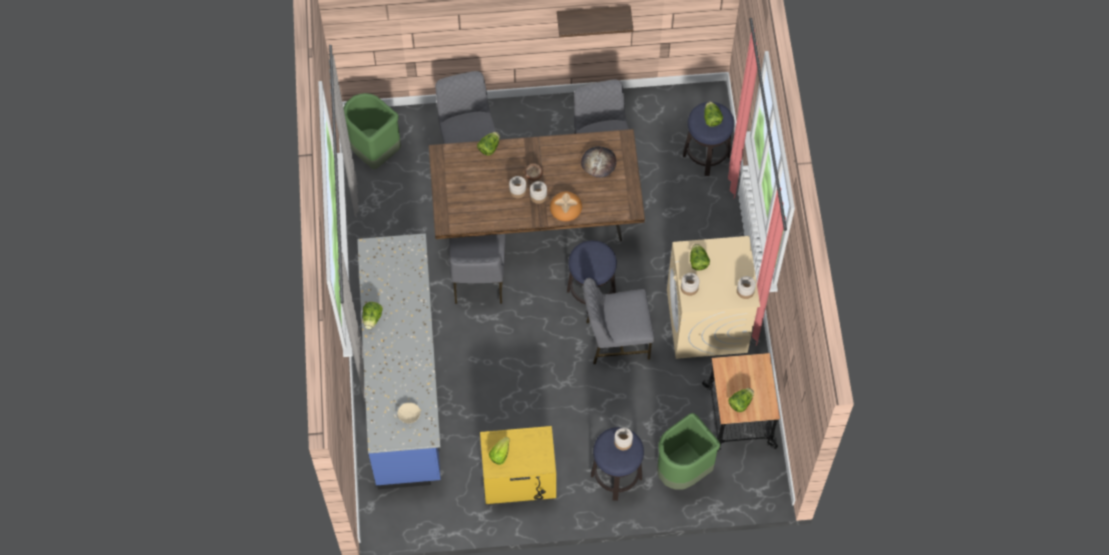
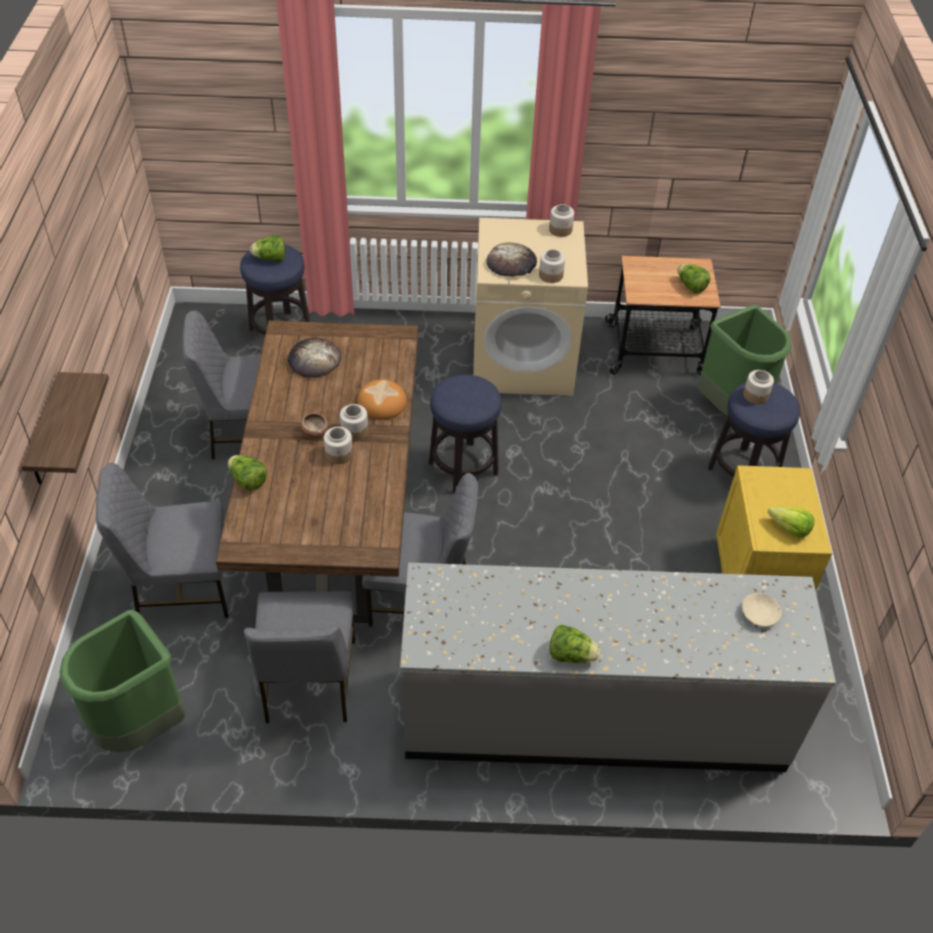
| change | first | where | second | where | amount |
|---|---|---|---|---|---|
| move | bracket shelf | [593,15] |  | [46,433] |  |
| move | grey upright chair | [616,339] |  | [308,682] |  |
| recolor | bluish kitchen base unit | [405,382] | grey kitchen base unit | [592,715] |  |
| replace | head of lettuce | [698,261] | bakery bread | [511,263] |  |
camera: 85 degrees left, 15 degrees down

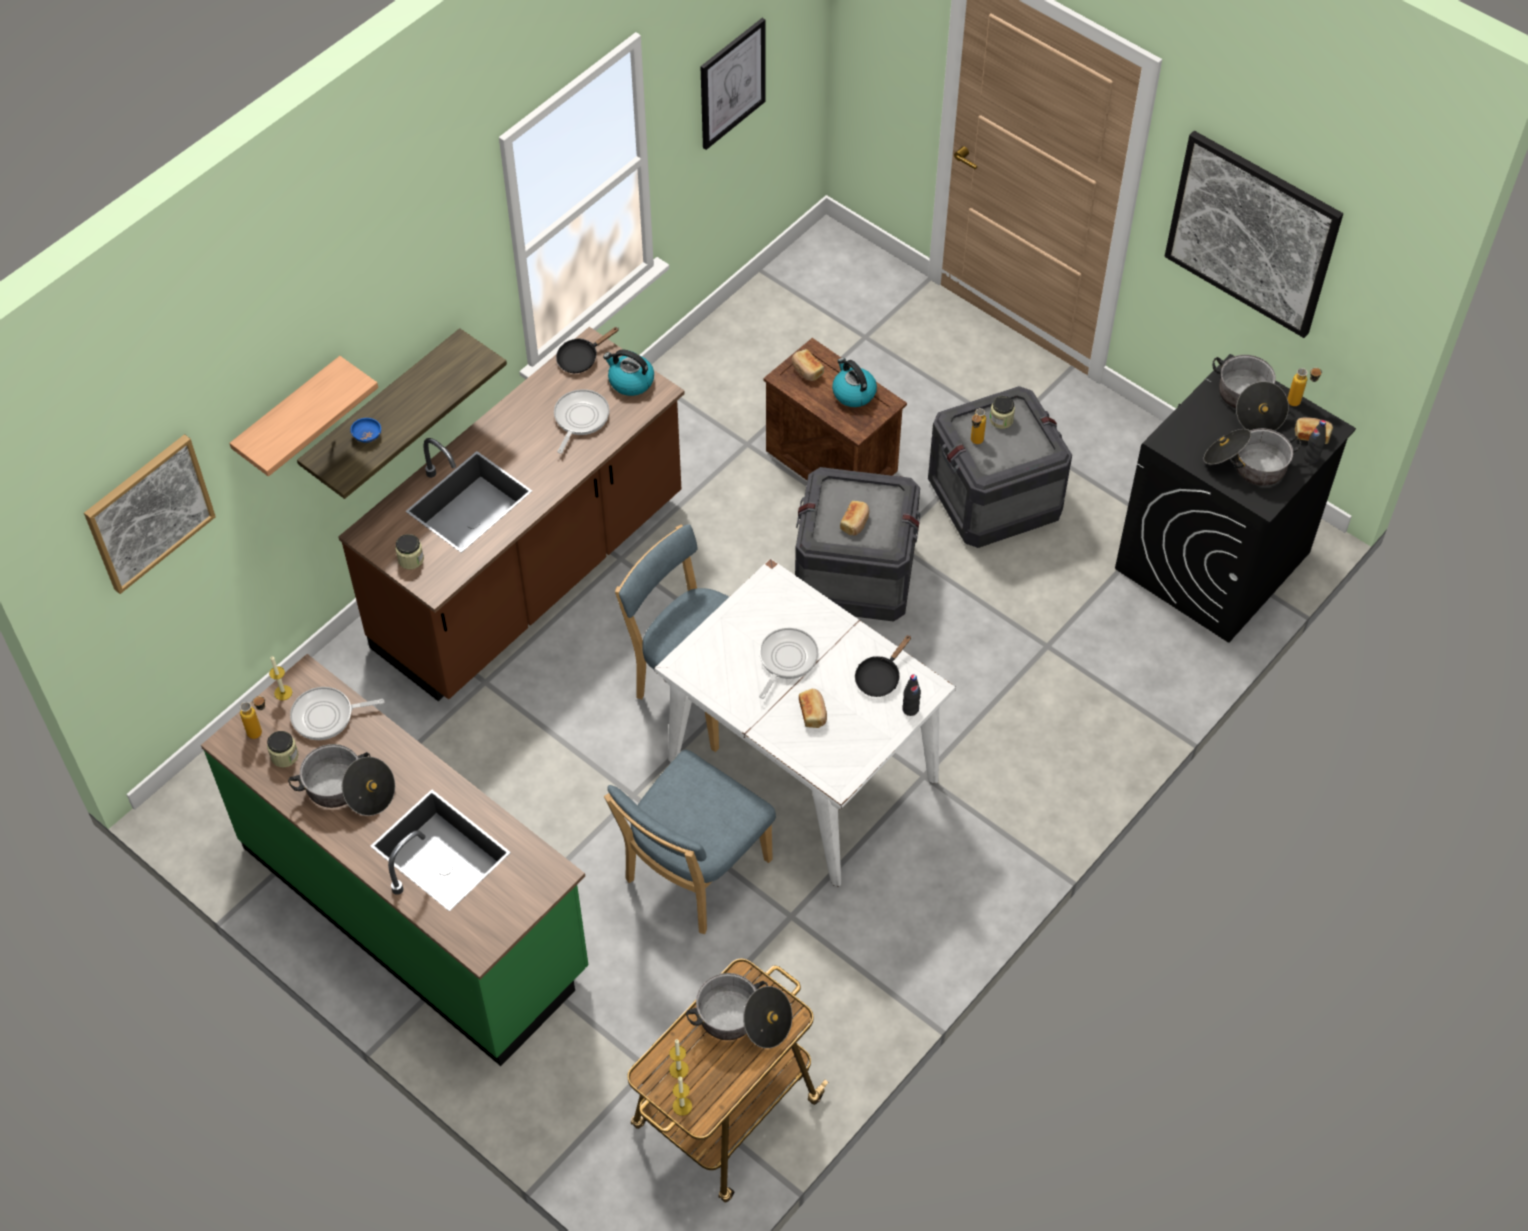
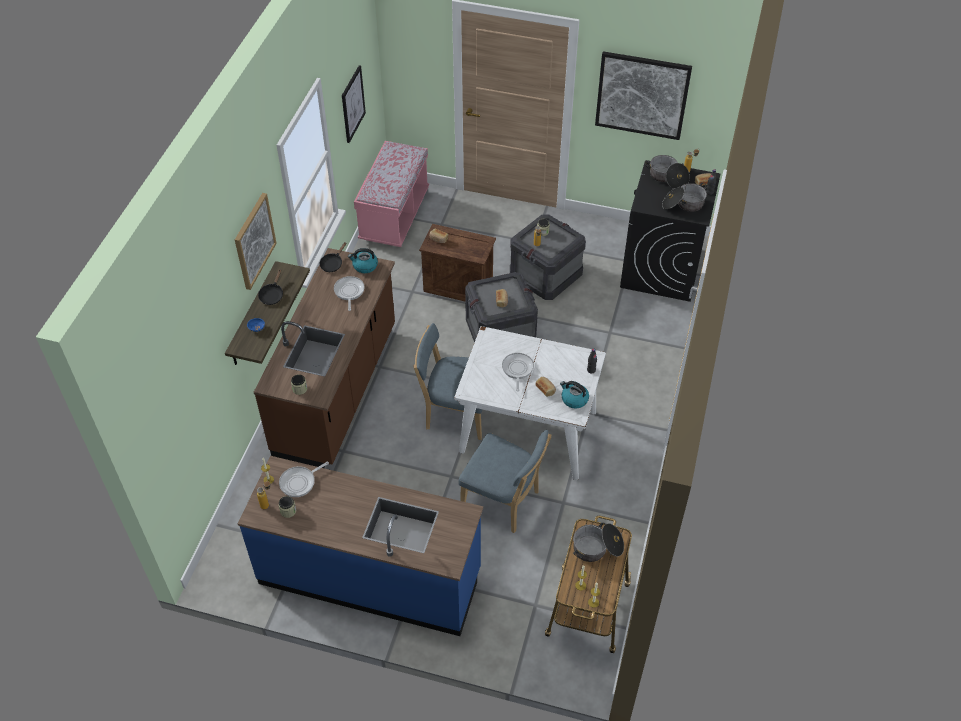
| change | first | where | second | where | amount |
|---|---|---|---|---|---|
| move | picture | [149,512] |  | [254,241] |  |
| recolor | green kitchen base unit | [416,908] | bluish kitchen base unit | [370,576] |  |
| move | black pan | [880,677] |  | [272,295] |  |
| insert |  |  | pink long seat | [394,216] |  |
| rotate | bluish upright chair | [692,874] |  | [503,502] | 75 degrees counterclockwise |
| move | kettle | [853,393] |  | [574,399] |  |
| delete | bracket shelf | [290,417] |  |  |  |
| delete | cooking pot | [347,790] |  |  |  |
camera: 25 degrees left, 5 degrees down

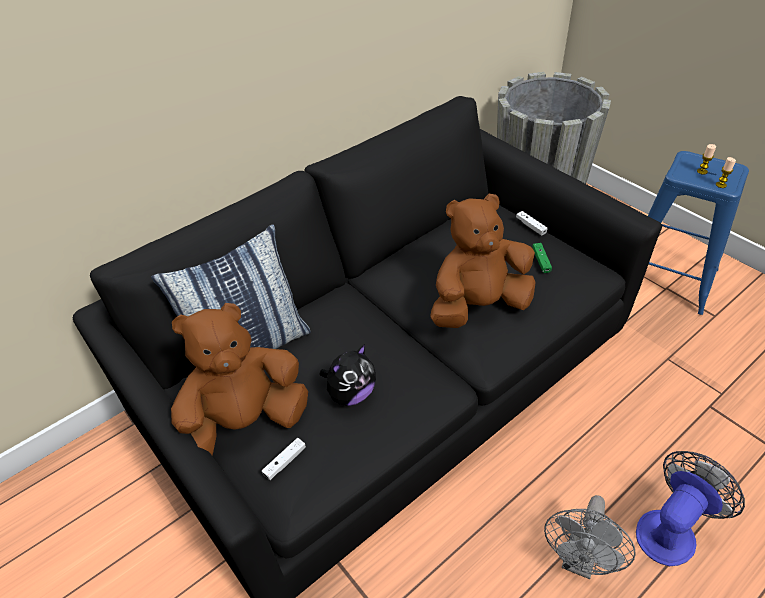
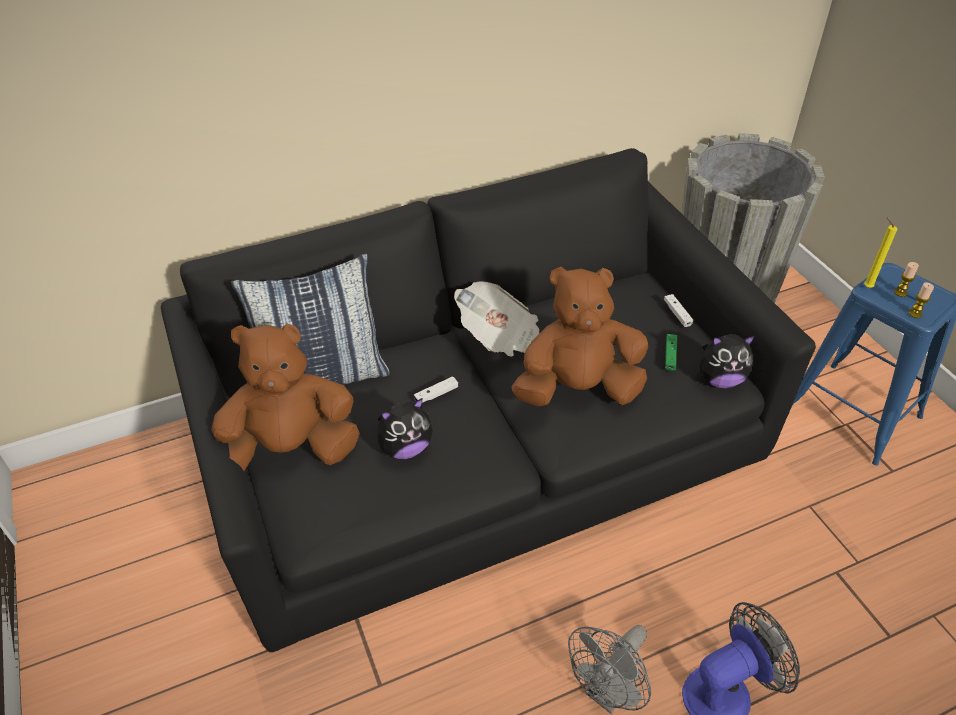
| change | first | where | second | where | amount |
|---|---|---|---|---|---|
| move | white-coloured game controller | [285,462] |  | [436,394] |  |
| insert |  |  | daily paper | [502,339] |  |
| insert |  |  | cuddly toy | [720,379] |  |
| insert |  |  | yellowish wax light | [866,286] |  |
camera: 15 degrees right, 0 degrees up

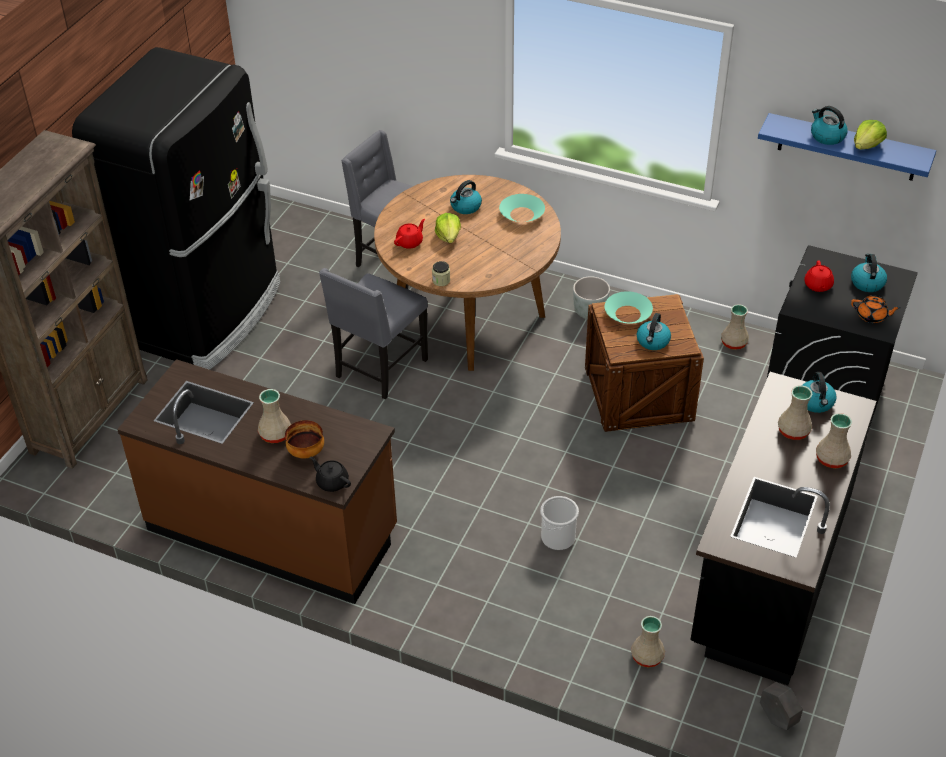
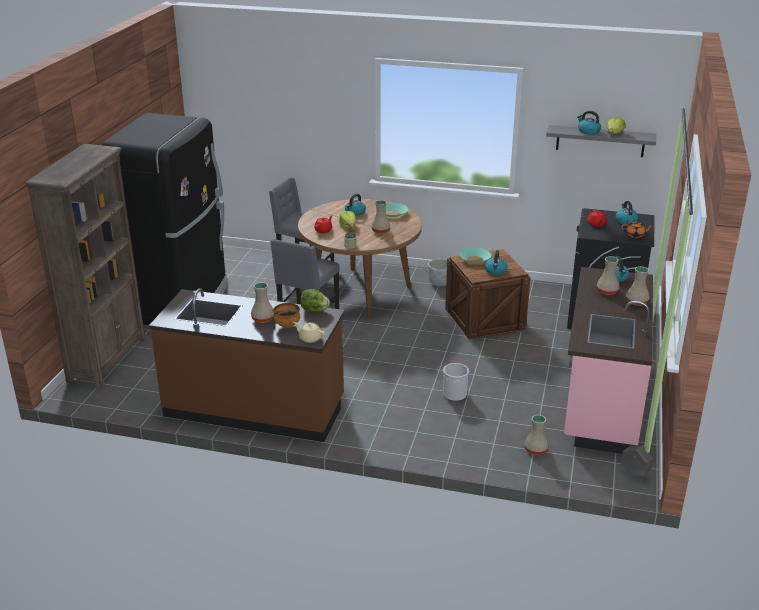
| change | first | where | second | where | amount |
|---|---|---|---|---|---|
| recolor | black tea pot | [332,482] | sand-coloured tea pot | [309,338] |  |
| insert |  |  | head of lettuce | [314,310] |  |
| move | sand-coloured decorative vase | [734,343] |  | [381,231] |  |
| recolor | bluish bracket shelf | [847,147] | grey bracket shelf | [600,141] |  |
| recolor | black kitchen base unit | [768,573] | pink kitchen base unit | [600,400] |  |
camera: 10 degrees left, 15 degrees down

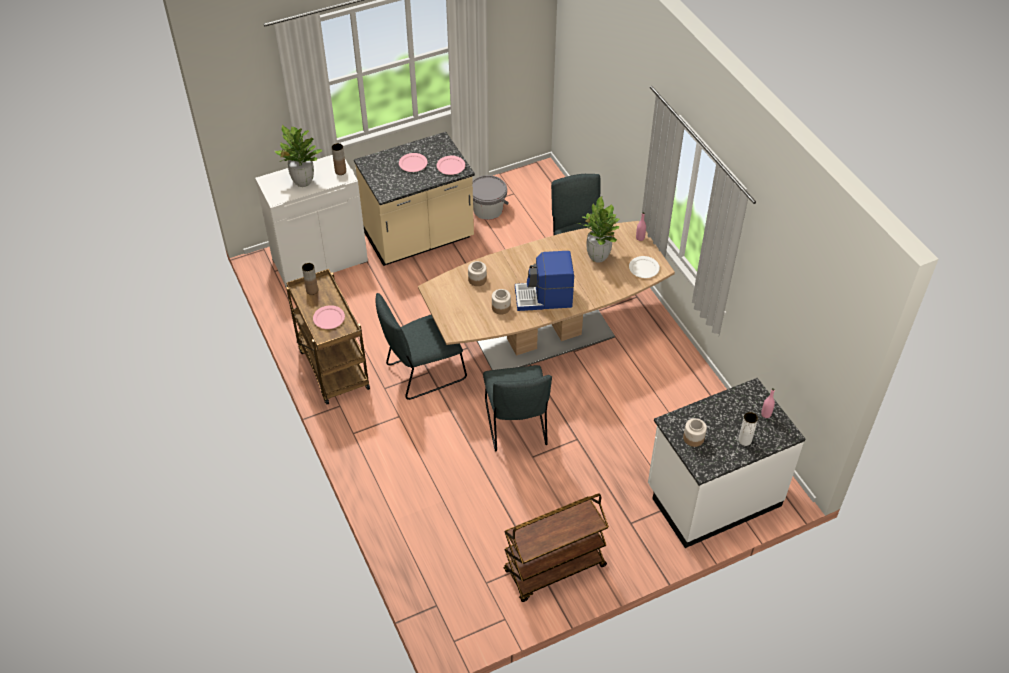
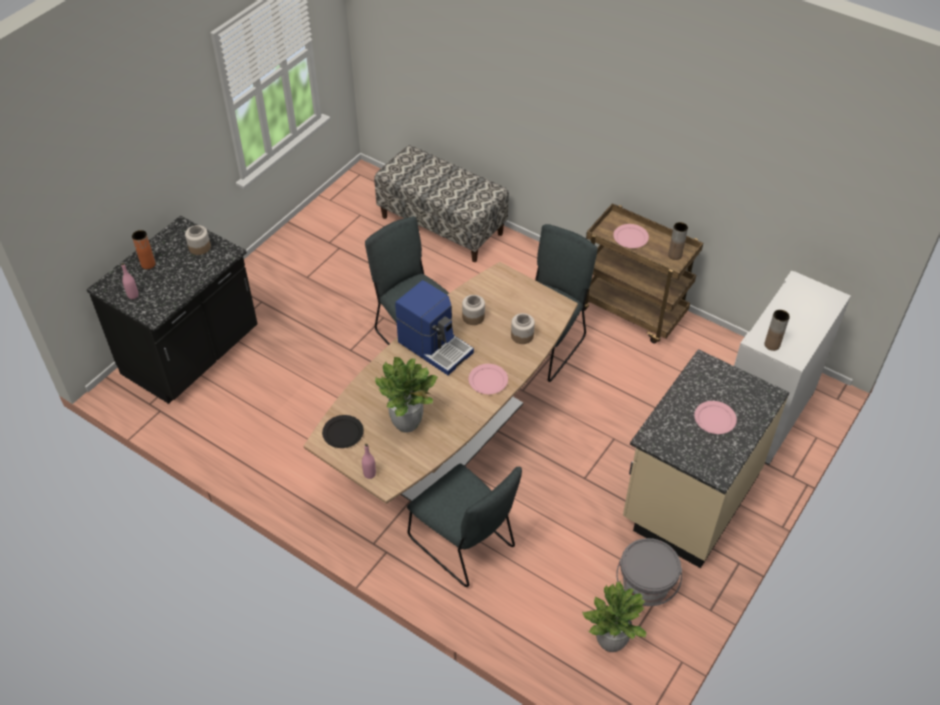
| change | first | where | second | where | amount |
|---|---|---|---|---|---|
| recolor | white-coloured kitchen base unit | [712,496] | black kitchen base unit | [192,354] |  |
| recolor | white-coloured decorative vase | [744,440] | orangey decorative vase | [148,264] |  |
| recolor | white-coloured dinner plate | [644,268] | black dinner plate | [343,432] |  |
| insert |  |  | long seat | [442,225] |  |
| rotate | coffee machine | [544,298] |  | [435,346] | 75 degrees clockwise |
| move | pink dinner plate | [450,166] |  | [488,380] |  |
| move | potted plant | [303,182] |  | [611,641] |  |
| delete | brown-coloured wheeled cart | [554,569] |  |  |  |
camera: 150 degrees right, 0 degrees up

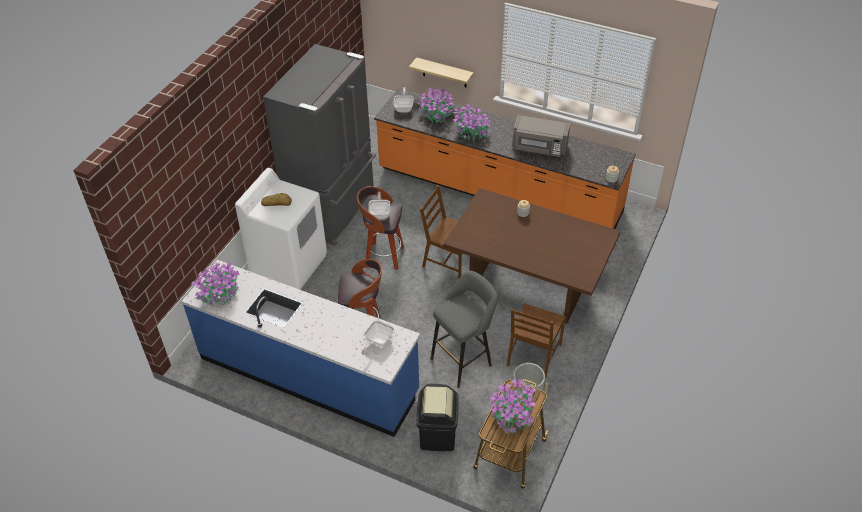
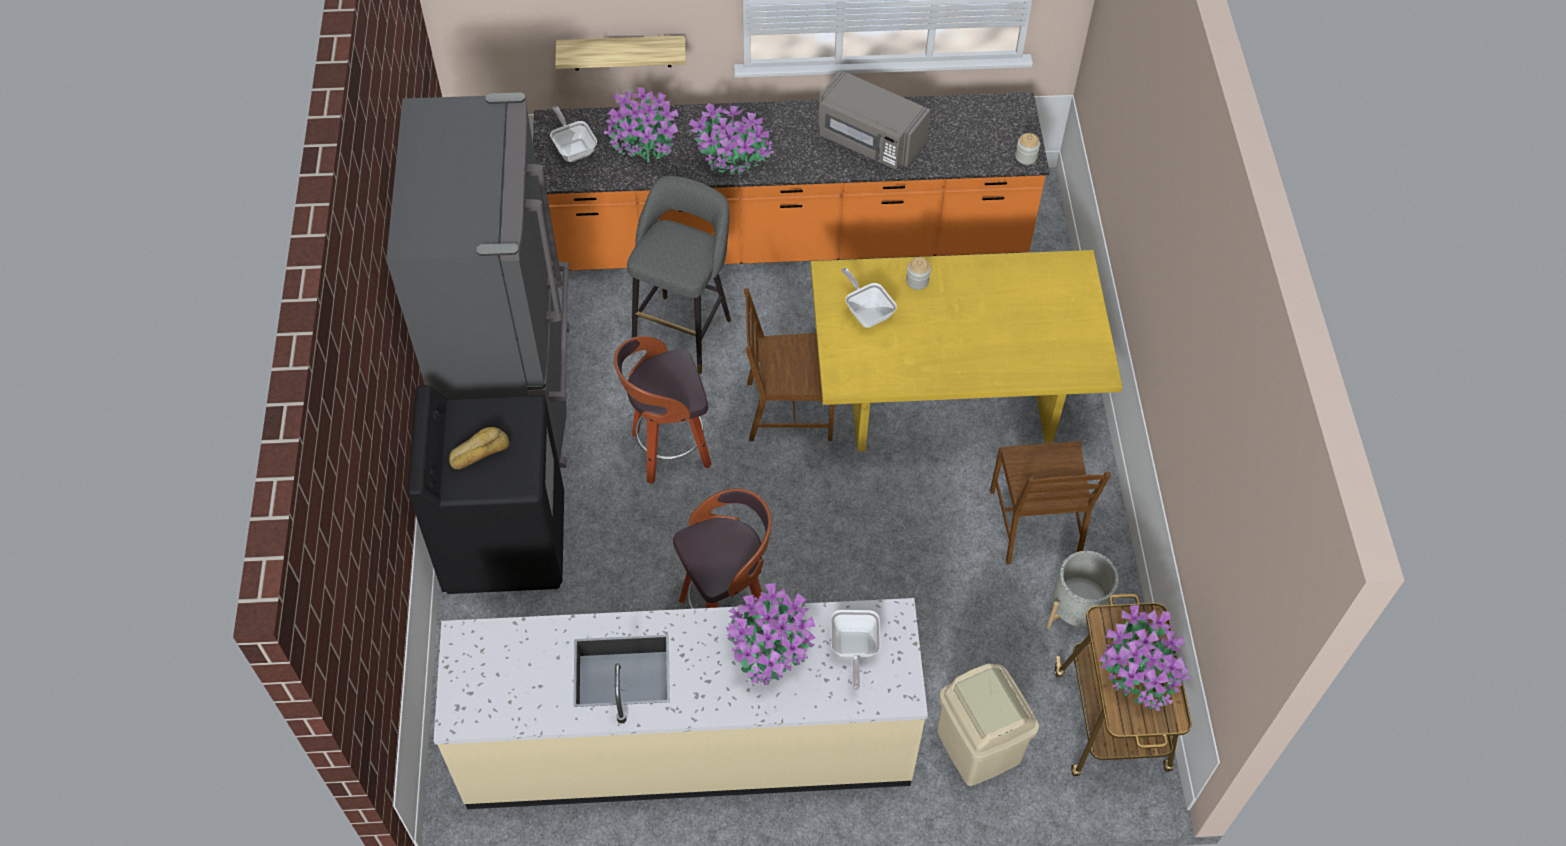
| change | first | where | second | where | amount |
|---|---|---|---|---|---|
| recolor | white-coloured laundry machine | [289,264] | black laundry machine | [505,541] |  |
| recolor | bluish kitchen base unit | [309,374] | sand-coloured kitchen base unit | [688,742] |  |
| move | grey sitting stool | [463,360] |  | [684,329] |  |
| move | potted plant | [220,294] |  | [768,648] |  |
| recolor | brown-coloured kitchen table | [528,286] | yellowish kitchen table | [949,401] |  |
| rotate | grey microwave | [539,147] |  | [869,141] | 45 degrees clockwise |
| move | pan | [380,213] |  | [867,312] |  |
| recolor | black trash can | [437,435] | sand-coloured trash can | [977,746] |  |
camera: 30 degrees left, 10 degrees up

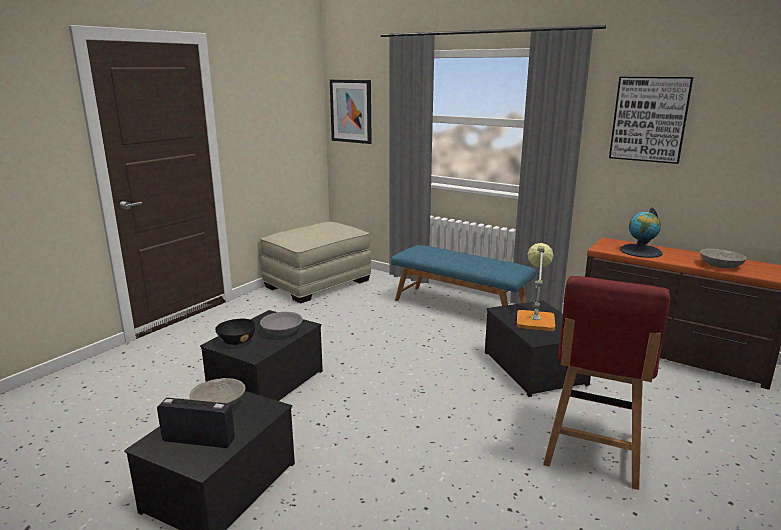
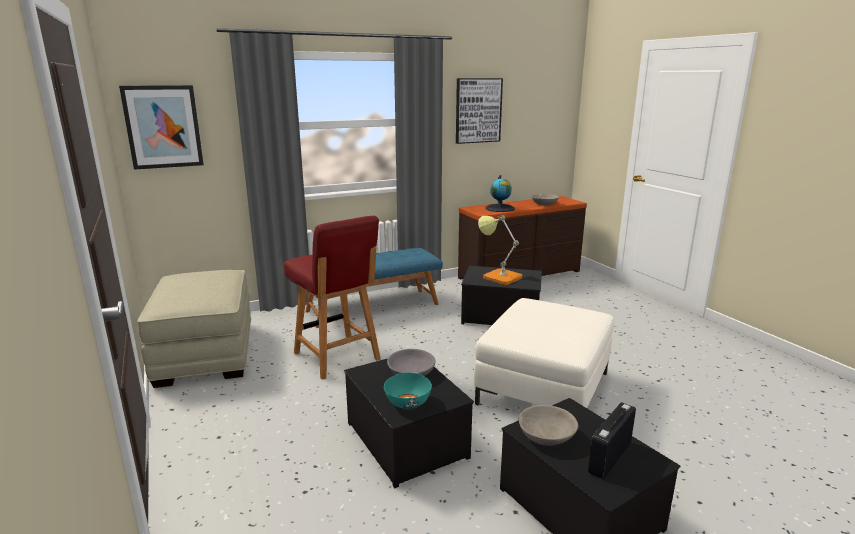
| change | first | where | second | where | amount |
|---|---|---|---|---|---|
| move | reddish upright chair | [592,452] |  | [337,357] |  |
| recolor | black deep dish | [237,341] | blue-green deep dish | [407,402] |  |
| insert |  |  | white-coloured footrest | [543,388] |  |
camera: 60 degrees left, 0 degrees up

